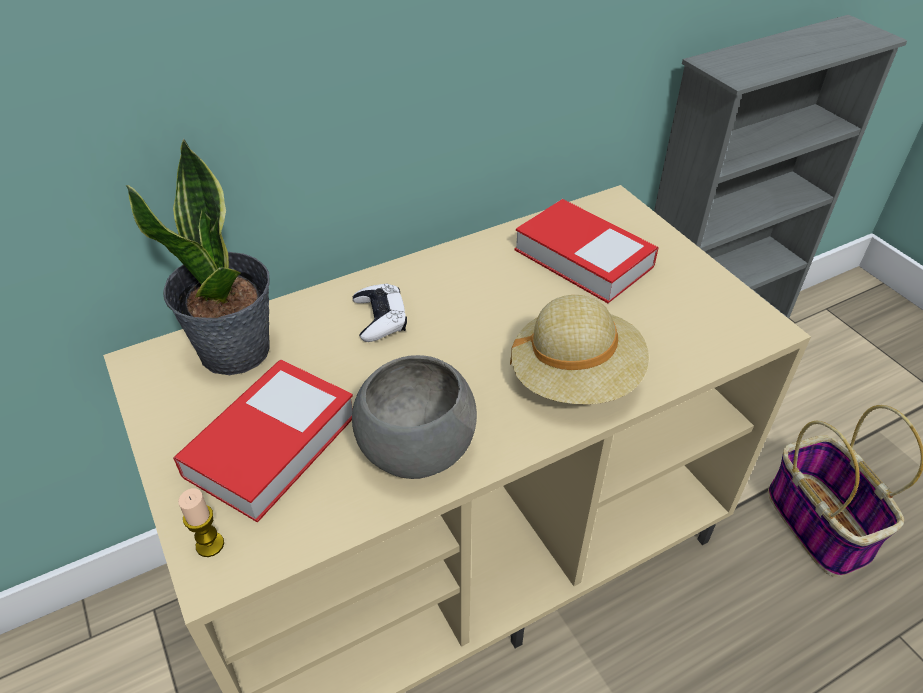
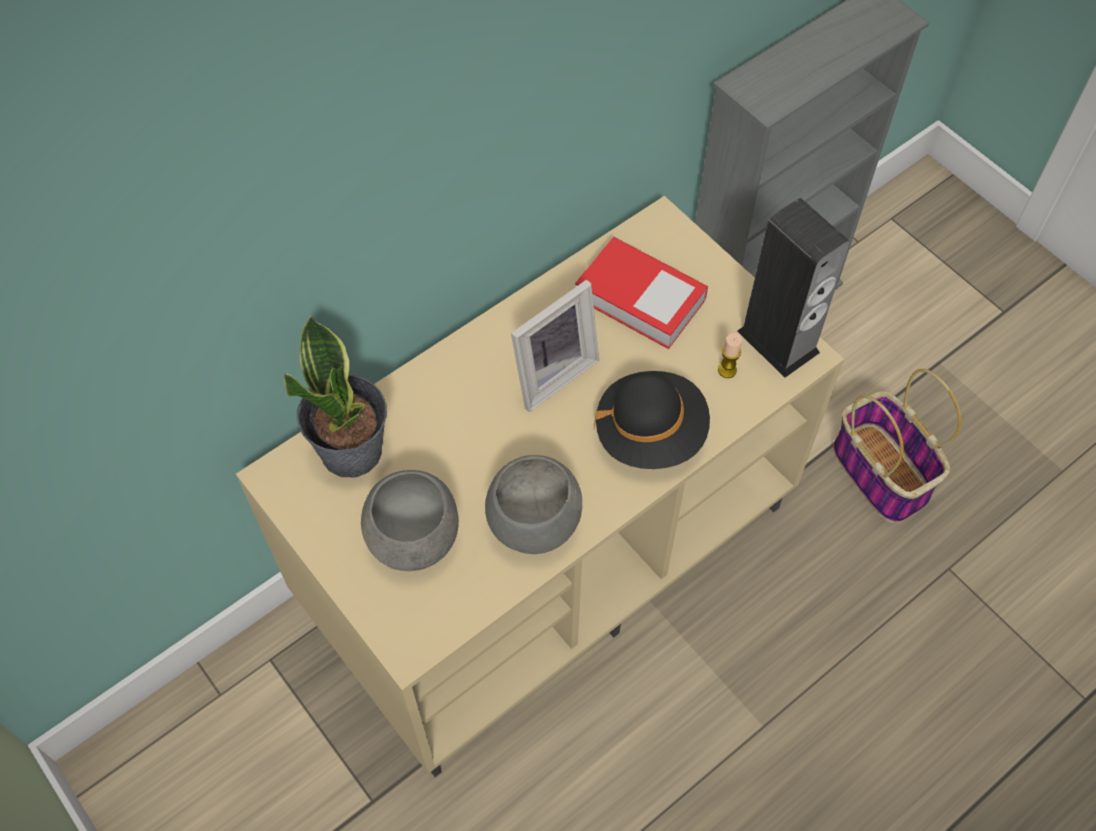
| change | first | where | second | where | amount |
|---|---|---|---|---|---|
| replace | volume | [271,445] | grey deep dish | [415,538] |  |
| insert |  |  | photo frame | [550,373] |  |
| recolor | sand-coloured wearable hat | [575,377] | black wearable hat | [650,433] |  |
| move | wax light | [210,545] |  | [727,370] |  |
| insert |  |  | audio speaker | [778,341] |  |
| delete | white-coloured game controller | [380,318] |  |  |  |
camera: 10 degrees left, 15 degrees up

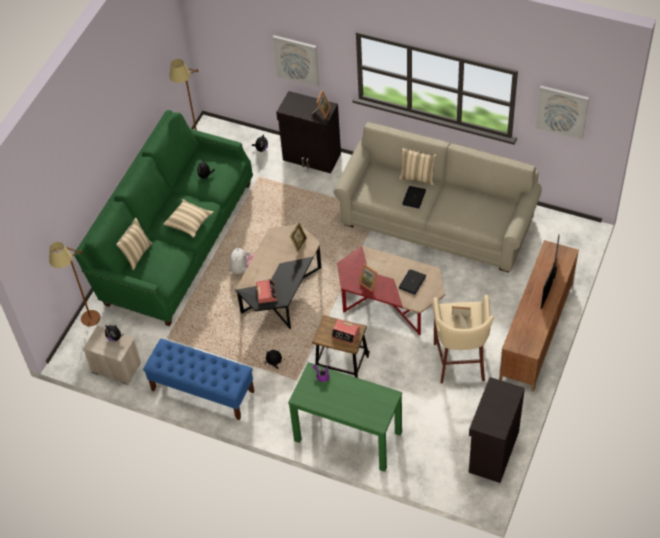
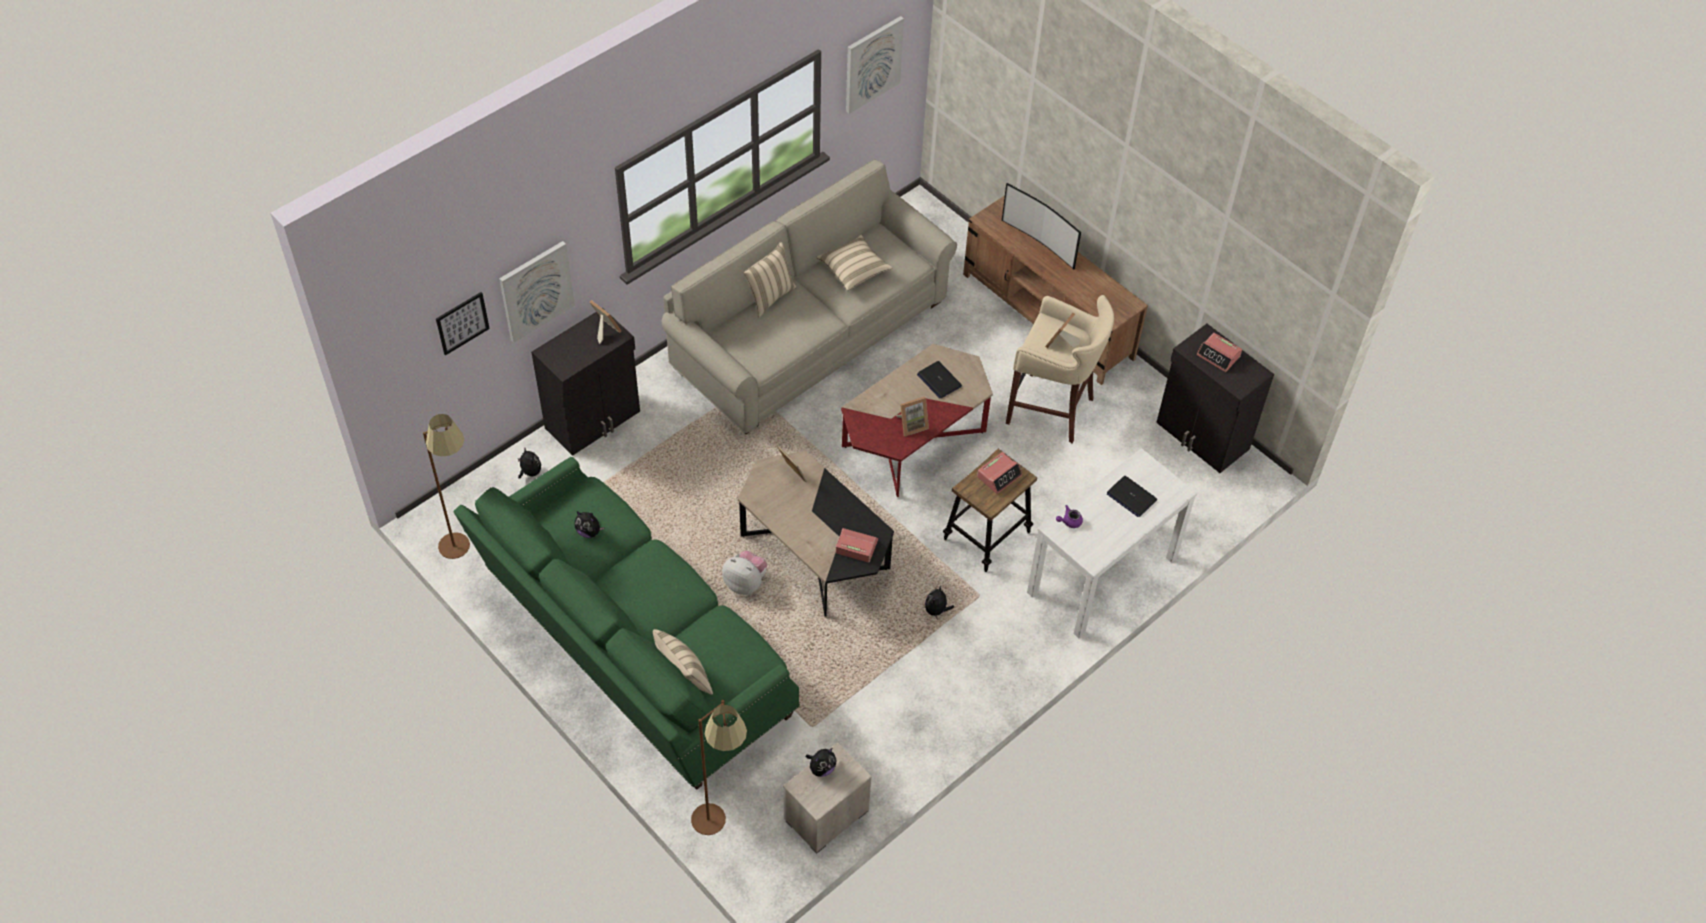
| change | first | where | second | where | amount |
|---|---|---|---|---|---|
| insert |  |  | picture | [462,323] |  |
| move | sand-coloured pillow | [189,223] |  | [854,270] |  |
| recolor | green hall table | [347,436] | white-coloured hall table | [1102,575] |  |
| move | portable computer | [414,197] |  | [1131,497] |  |
| insert |  |  | bedside clock | [1218,356] |  |
| delete | bluish long seat | [202,391] |  |  |  |
camera: 70 degrees left, 0 degrees up

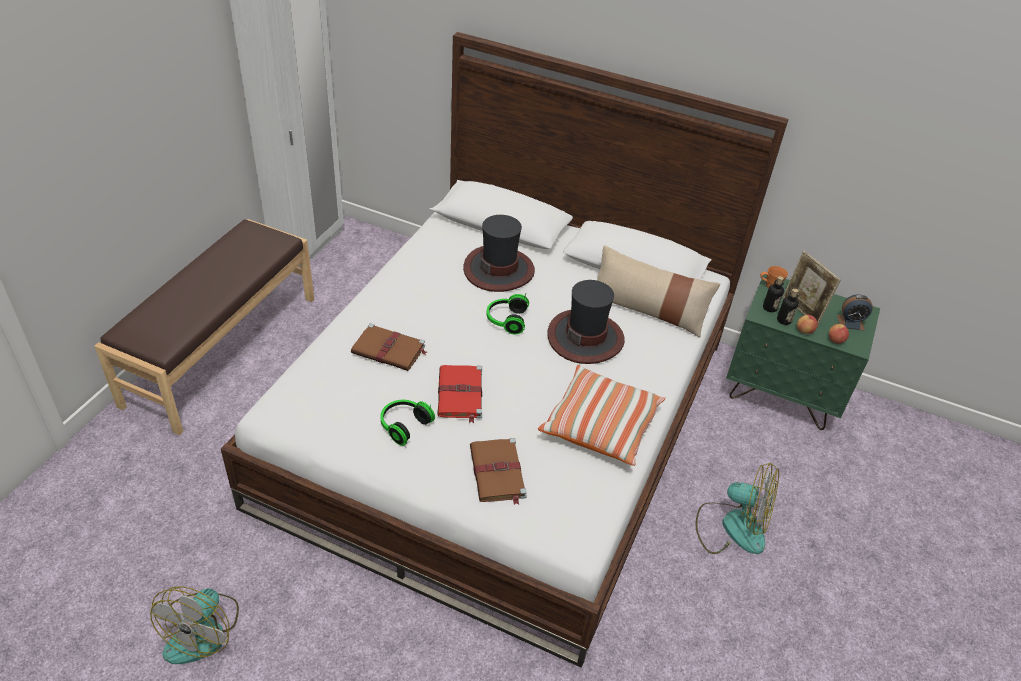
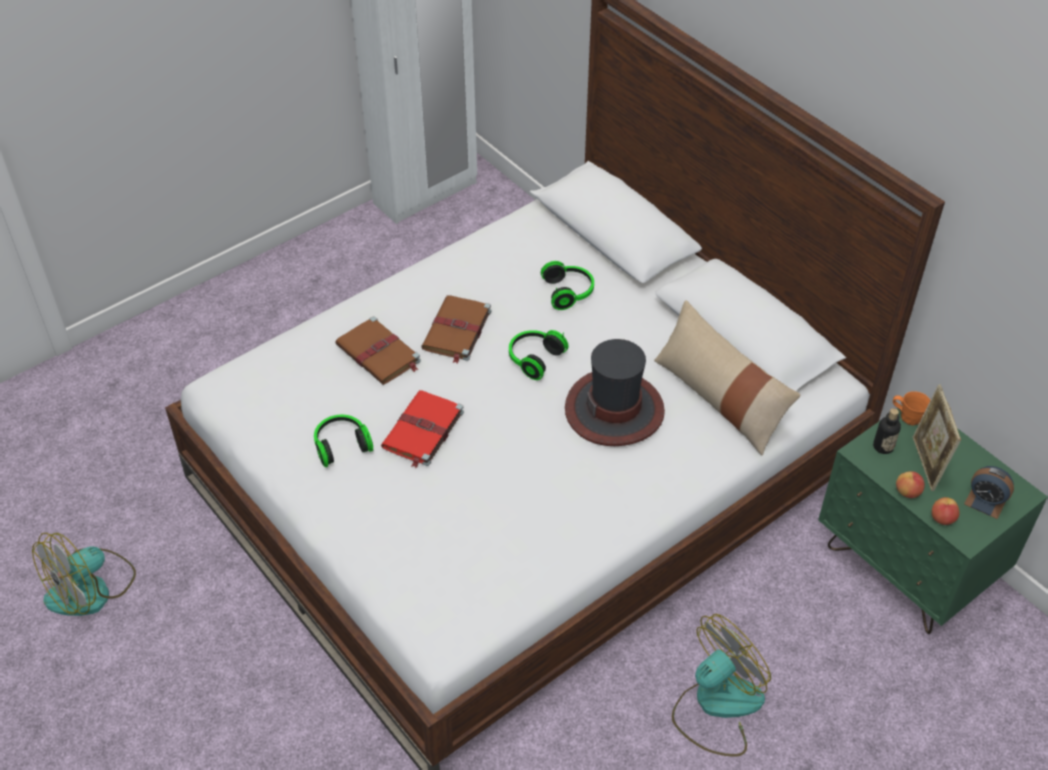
| change | first | where | second | where | amount |
|---|---|---|---|---|---|
| move | brown-coloured volume | [497,473] |  | [456,331] |  |
| replace | wearable hat | [499,269] | pair of headphones | [569,292] |  |
| rotate | cooling fan | [732,526] |  | [716,706] | 90 degrees counterclockwise |
| delete | brown-coloured long seat | [221,349] |  |  |  |
| delete | pillow | [600,425] |  |  |  |
| delete | bottle | [784,320] |  |  |  |
camera: 30 degrees right, 5 degrees up

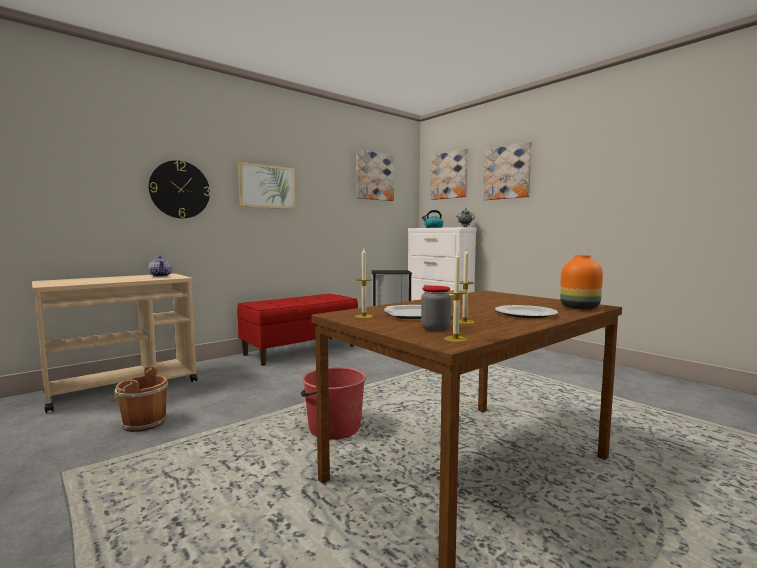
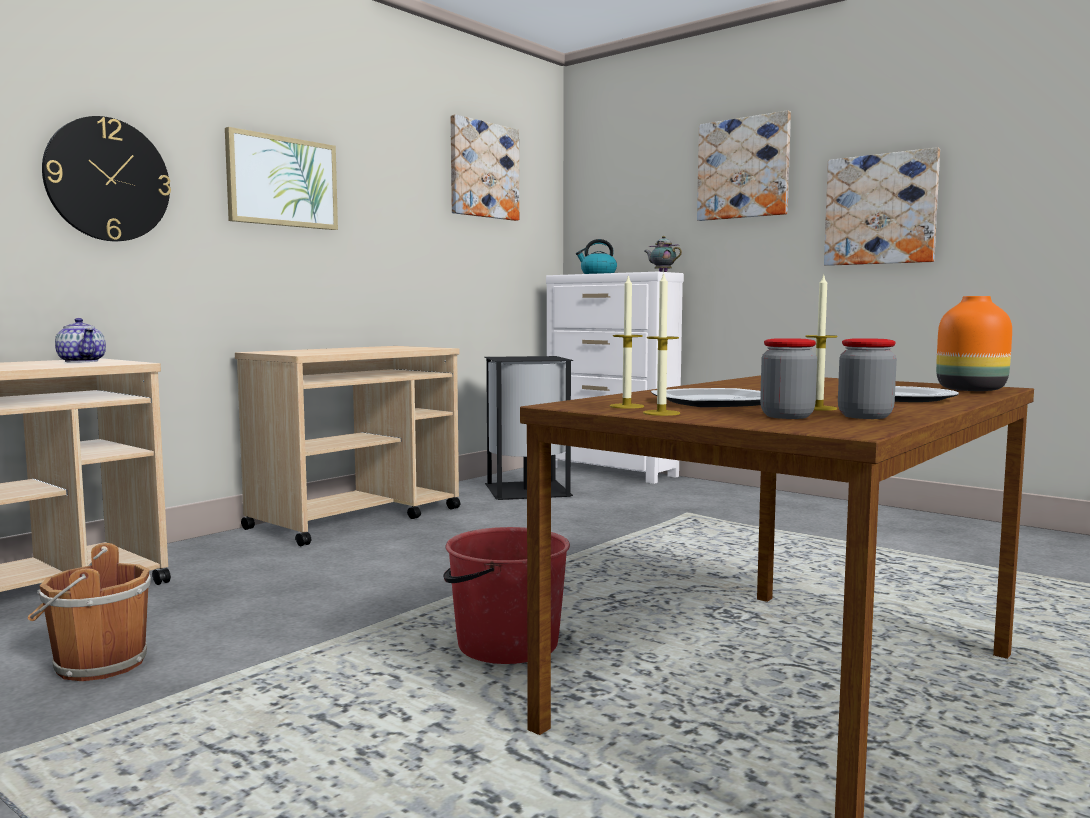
| change | first | where | second | where | amount |
|---|---|---|---|---|---|
| replace | reddish long seat | [300,350] | sand-coloured wheeled cart | [357,518] |  |
| move | wax light | [455,339] |  | [661,413] |  |
| move | picture | [449,175] |  | [881,209] |  |
| insert |  |  | jar | [865,416] |  |
camera: 10 degrees left, 0 degrees up

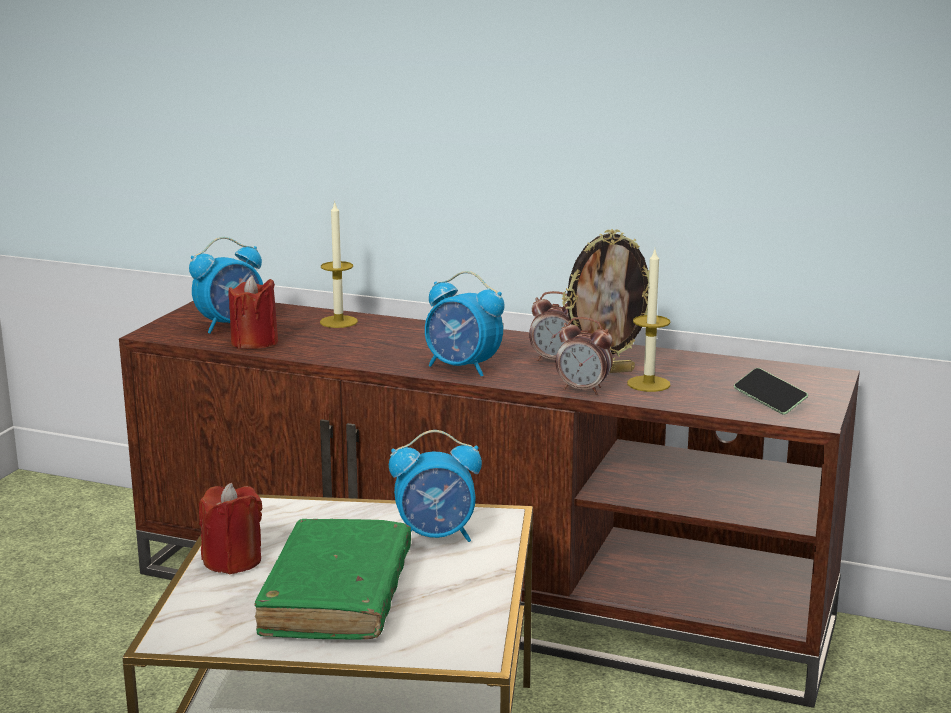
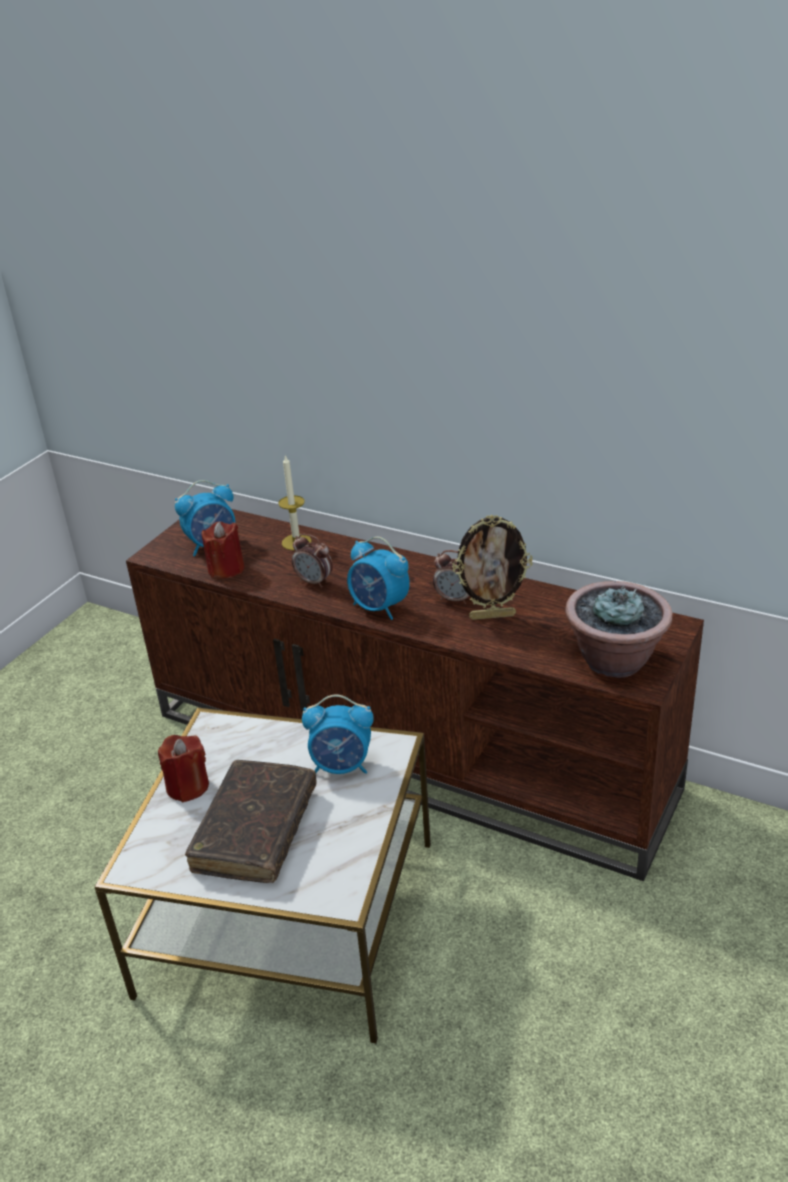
| change | first | where | second | where | amount |
|---|---|---|---|---|---|
| recolor | green volume | [337,597] | brown-coloured volume | [256,831] |  |
| move | bedside clock | [583,390] |  | [314,582] |  |
| replace | handset | [769,401] | potted plant | [615,660] |  |
| delete | wax light | [648,384] |  |  |  |
camera: 10 degrees right, 15 degrees up

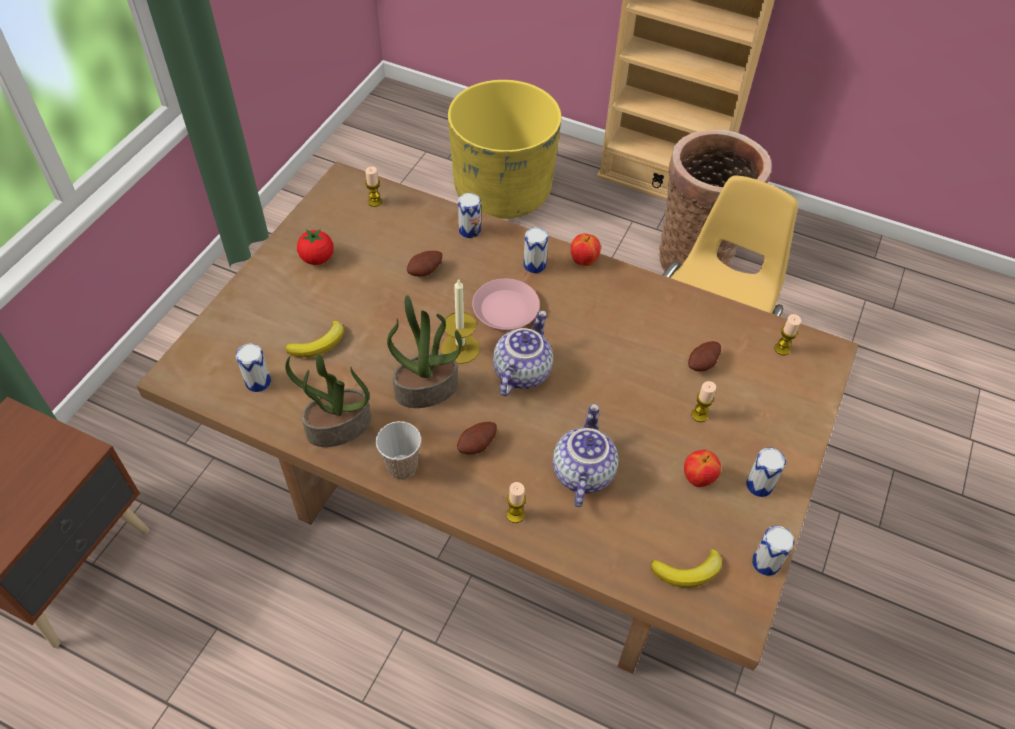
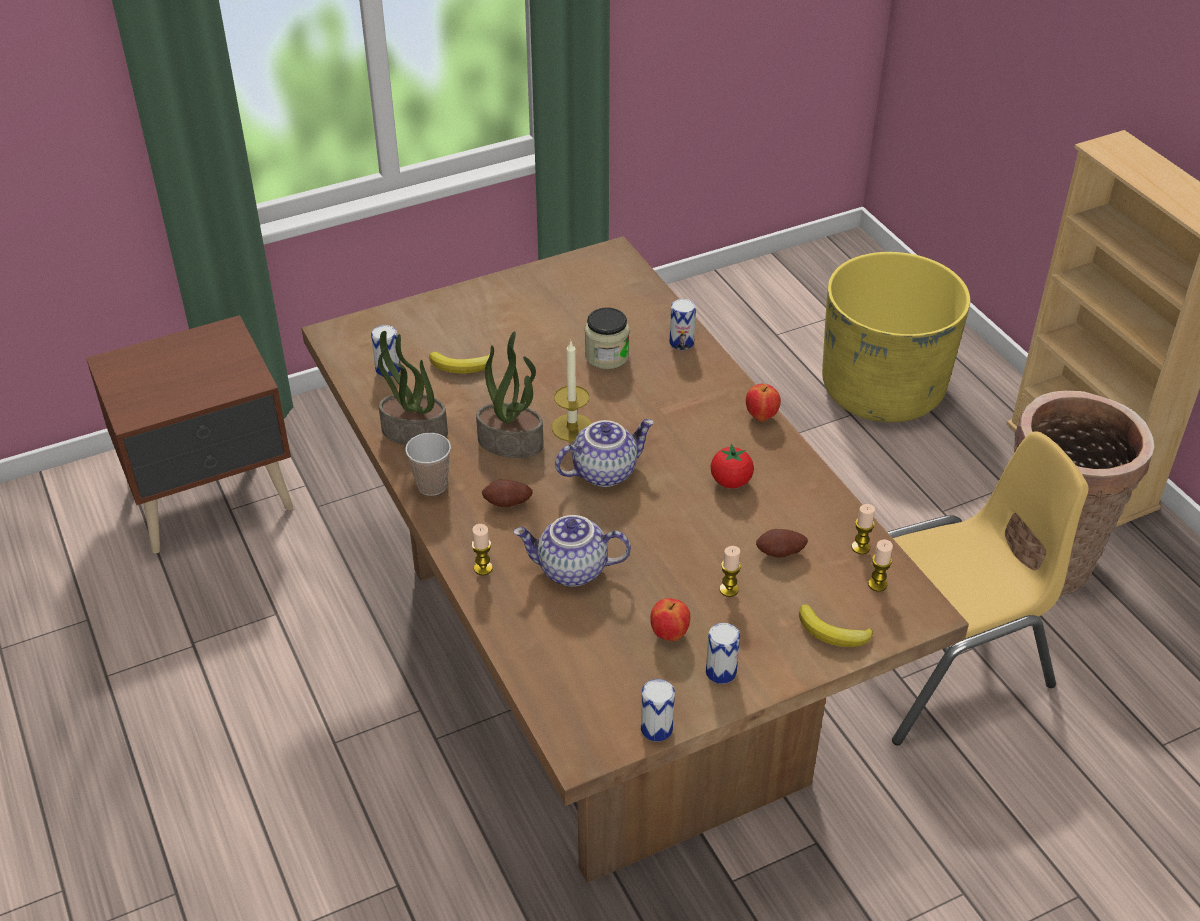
| change | first | where | second | where | amount |
|---|---|---|---|---|---|
| rotate | tea pot | [581,472] |  | [571,571] | 135 degrees counterclockwise |
| replace | potato | [426,272] | jar | [606,356] |  |
| move | fresh tomato | [317,258] |  | [731,481] |  |
| move | whole banana | [688,571] |  | [833,632] |  |
| move | wax light | [374,202] |  | [860,547] |  |
| delete | pink dinner plate | [505,309] |  |  |  |
| delete | can | [534,265] |  |  |  |
camera: 40 degrees right, 10 degrees down

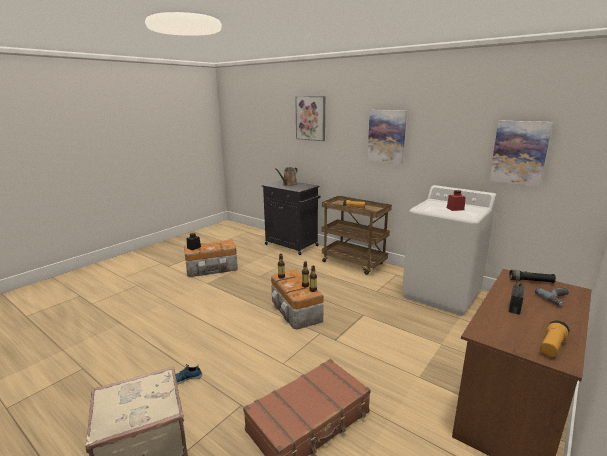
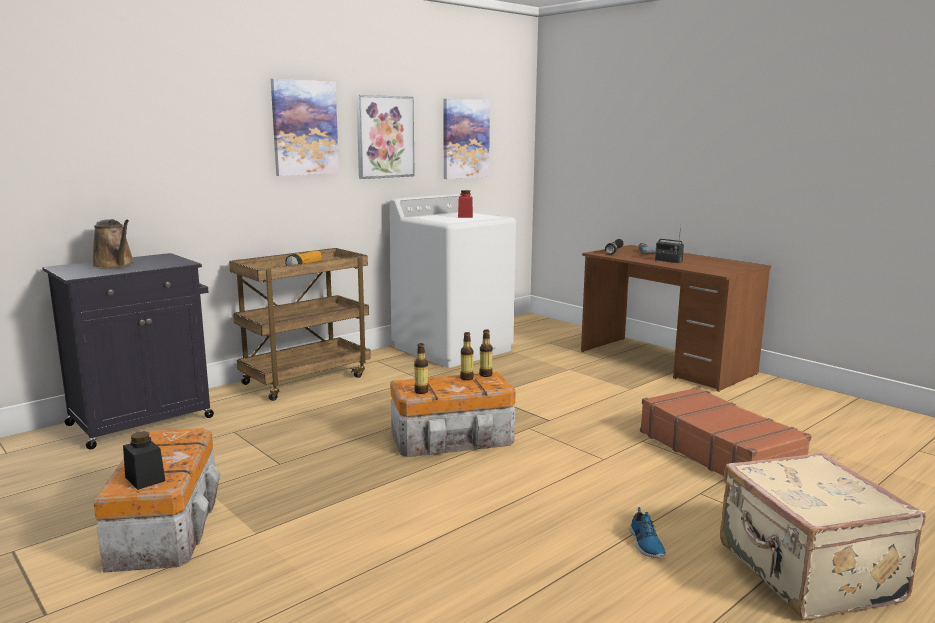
| change | first | where | second | where | amount |
|---|---|---|---|---|---|
| move | picture | [311,118] |  | [385,137] |  |
| delete | hand torch | [552,346] |  |  |  |
camera: 80 degrees left, 5 degrees down

